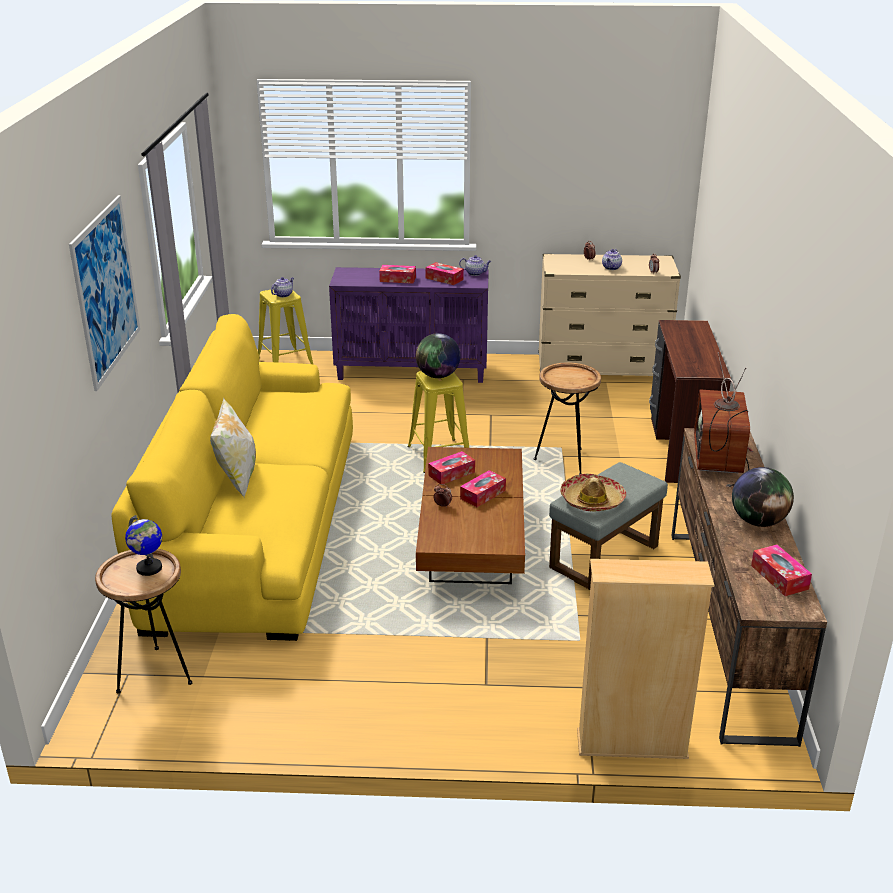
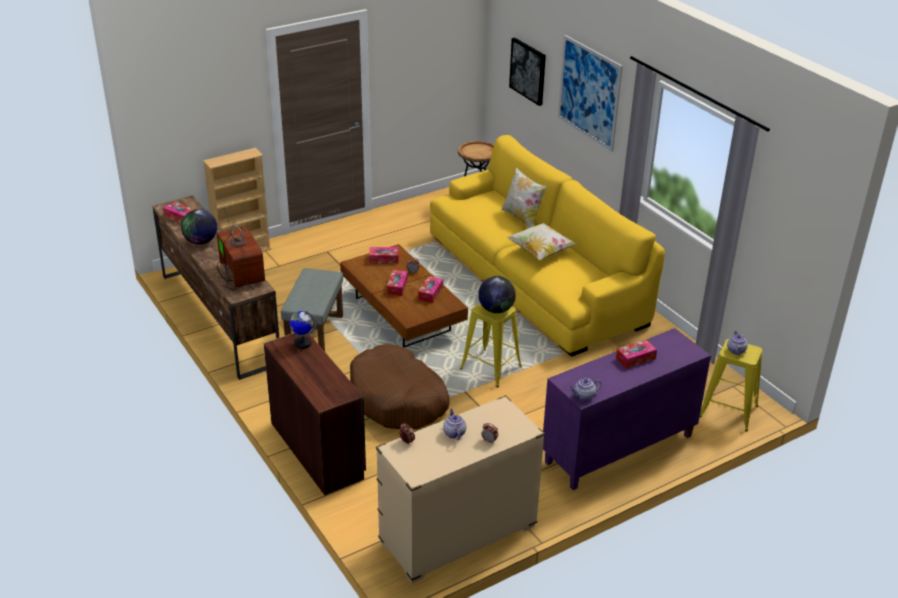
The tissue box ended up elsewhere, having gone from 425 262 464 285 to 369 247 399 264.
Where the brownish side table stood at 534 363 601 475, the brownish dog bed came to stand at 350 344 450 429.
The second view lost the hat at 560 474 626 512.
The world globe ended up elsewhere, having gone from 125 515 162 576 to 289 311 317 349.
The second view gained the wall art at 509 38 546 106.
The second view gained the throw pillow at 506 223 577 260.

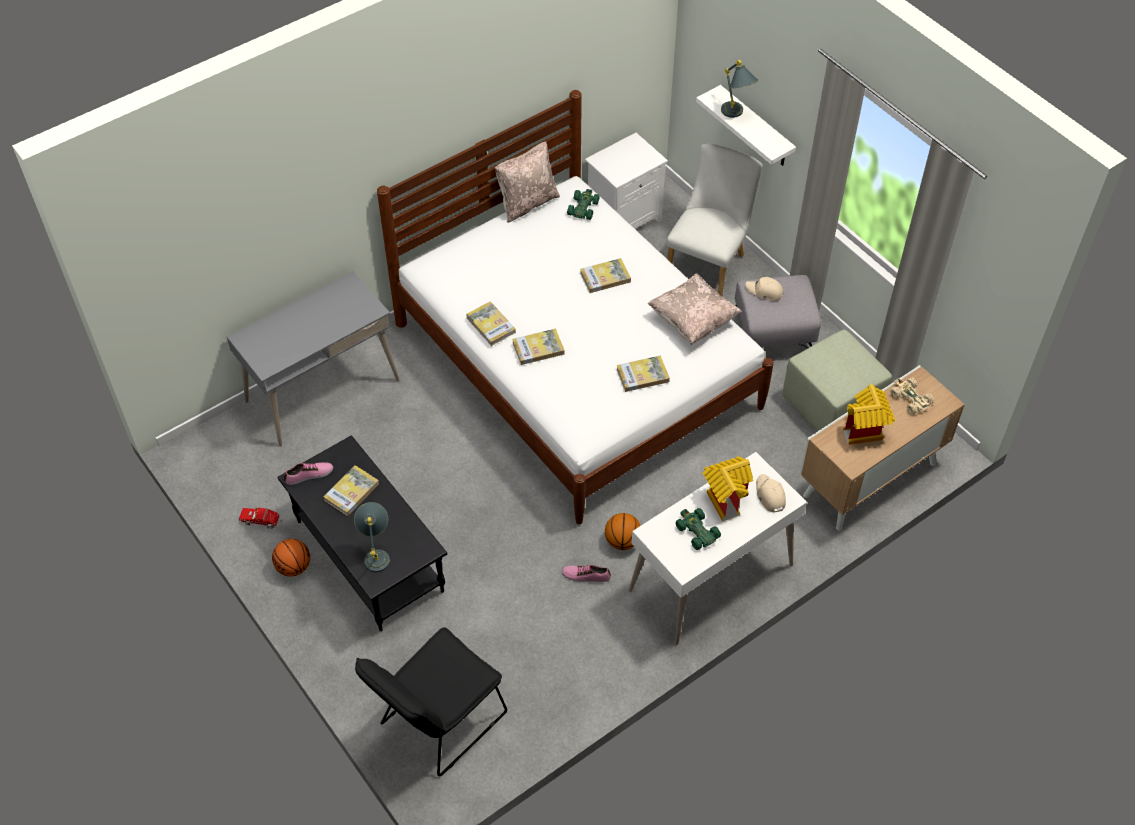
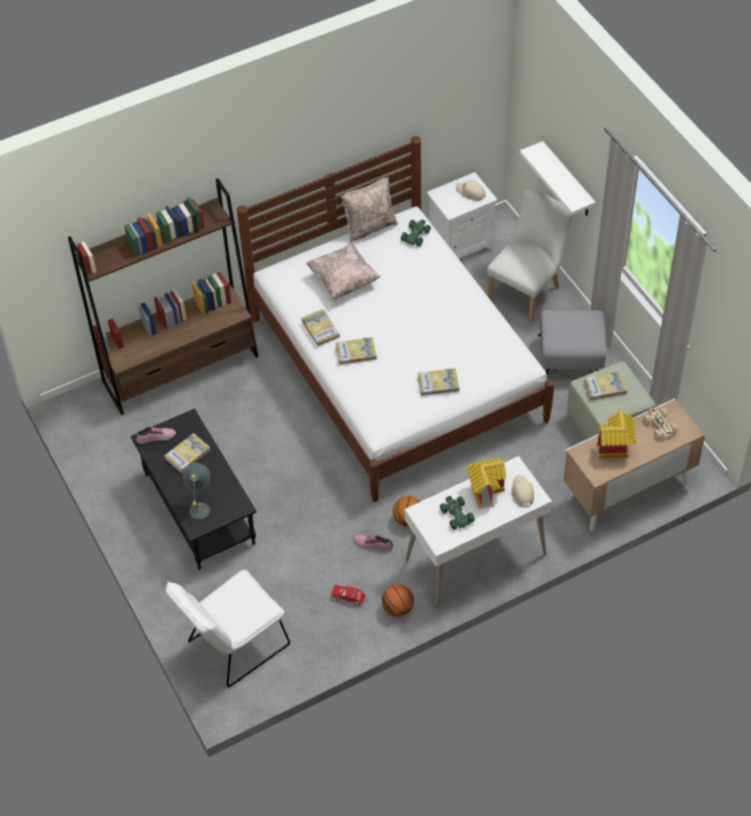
The second view lost the greyish lamp for a table at 721 60 759 118.
The bound book ended up elsewhere, having gone from 580 258 631 293 to 584 371 627 400.
Where the greyish desk stood at 226 271 400 446, the brownish shelving unit came to stand at 68 178 258 415.
The sand-coloured throw pillow ended up elsewhere, having gone from 648 273 742 345 to 306 243 380 300.
The sand-coloured peaked cap ended up elsewhere, having gone from 746 277 784 301 to 456 180 486 201.
The toy truck ended up elsewhere, having gone from 239 508 282 529 to 331 585 368 606.
The ball for basketball ended up elsewhere, having gone from 272 539 310 576 to 382 585 414 617.
What was the blackish plain chair at 355 628 507 776 turned into the white plain chair at 166 569 290 687.

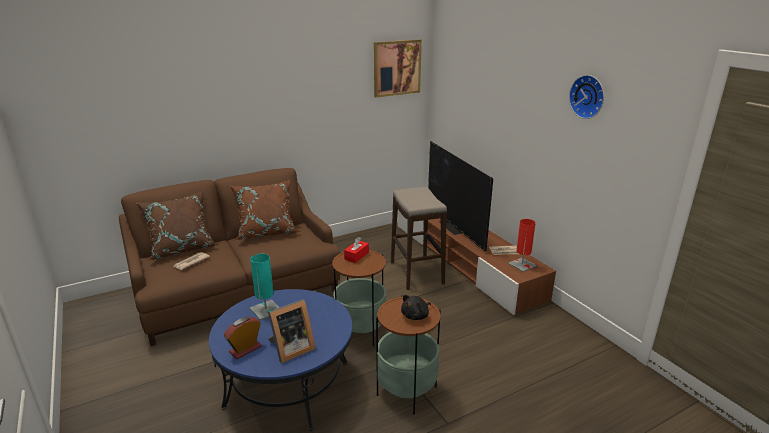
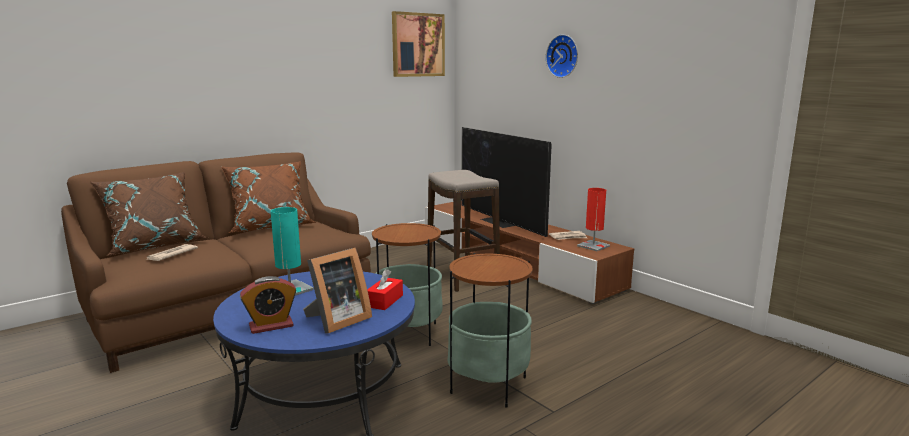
The hanging clock ended up elsewhere, having gone from 569 75 604 119 to 546 34 578 78.
The red tissue box ended up elsewhere, having gone from 344 237 369 263 to 367 269 403 310.
The second view lost the blackish cuddly toy at 401 295 431 320.
The alarm clock at 224 317 261 359 ended up facing another way, 150 degrees counterclockwise from before.

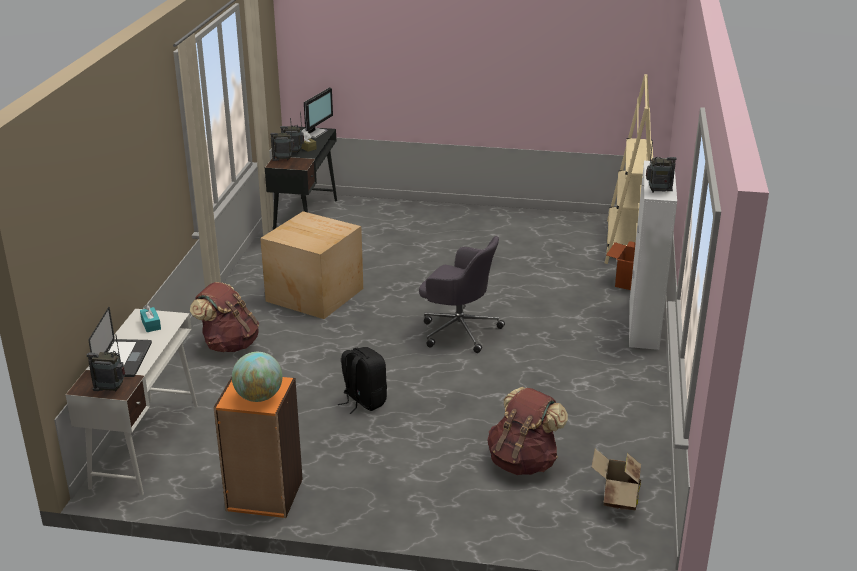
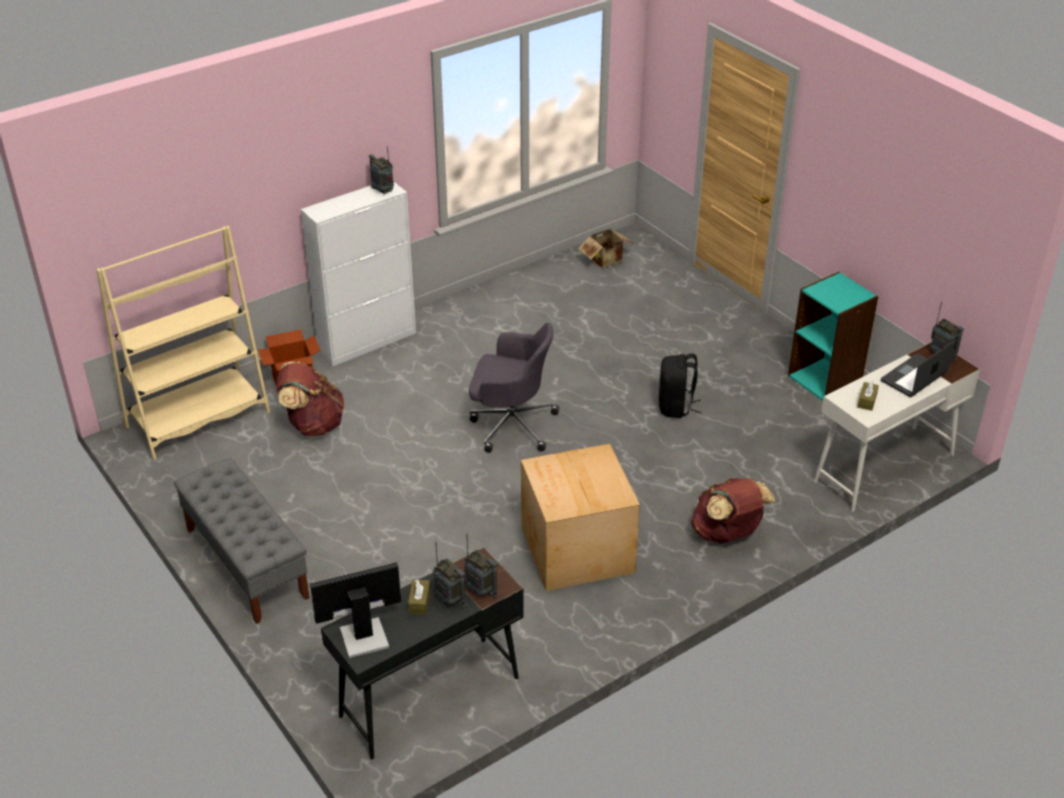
The greyish office chair at 419 236 505 353 ended up facing another way, 120 degrees clockwise from before.
What was the turquoise tissue box at 140 305 161 332 turned into the brownish tissue box at 857 381 879 411.
The second view lost the world globe at 232 352 283 402.
What was the orangey shelving unit at 213 377 303 518 turned into the turquoise shelving unit at 788 272 879 401.
The brownish backpack ended up elsewhere, having gone from 487 387 568 475 to 276 362 344 436.
The second view gained the greyish long seat at 174 458 310 624.

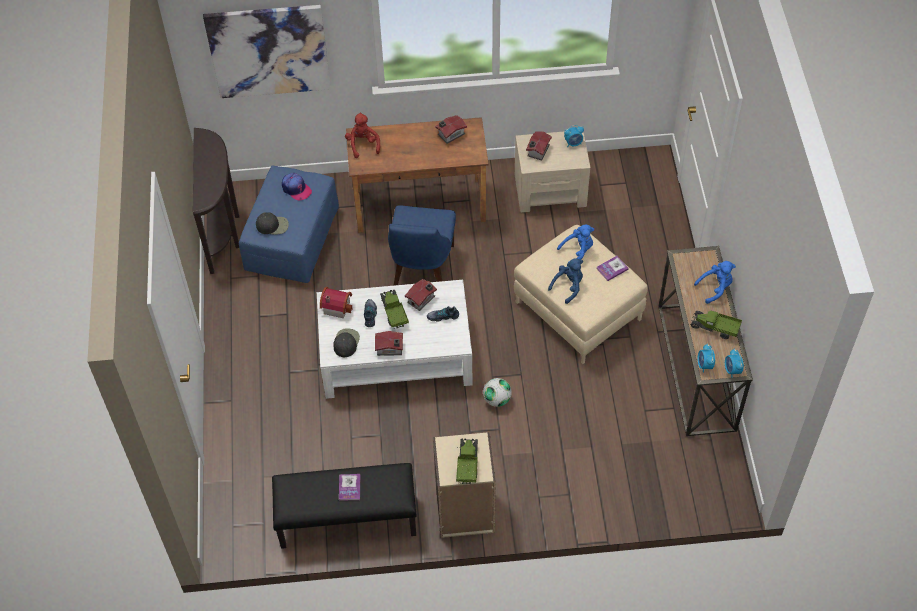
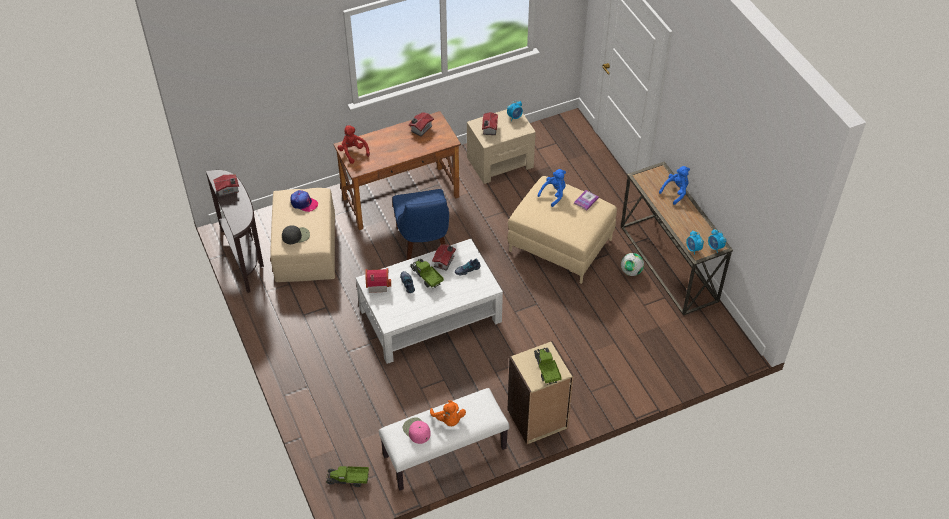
The second view lost the wall art at 203 5 331 98.
What was the blue ottoman at 239 165 339 283 turned into the sand-coloured ottoman at 271 188 335 282.
The second view lost the blue cuddly toy at 548 258 583 304.
The toy truck ended up elsewhere, having gone from 691 311 742 339 to 326 466 369 487.
The second view lost the blackish peaked cap at 333 328 360 357.
The miniature house ended up elsewhere, having gone from 375 331 403 356 to 213 174 239 197.
The ball for football ended up elsewhere, having gone from 483 378 512 407 to 621 253 644 276.
What was the blackish long seat at 272 463 417 549 turned into the white long seat at 379 388 509 490.
Where the bound book stood at 339 474 360 501, the orangey cuddly toy came to stand at 430 400 466 426.
The second view gained the pink-coloured peaked cap at 403 417 431 444.

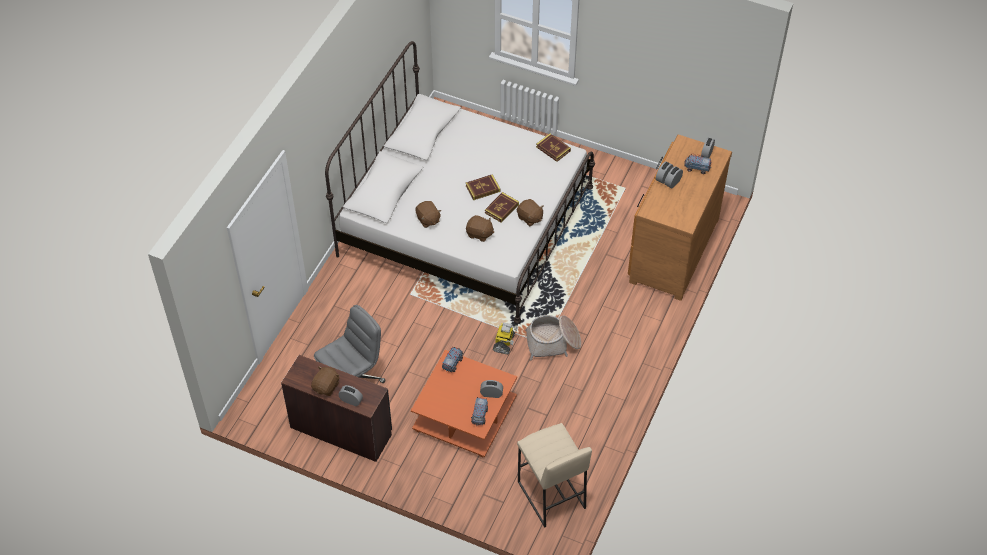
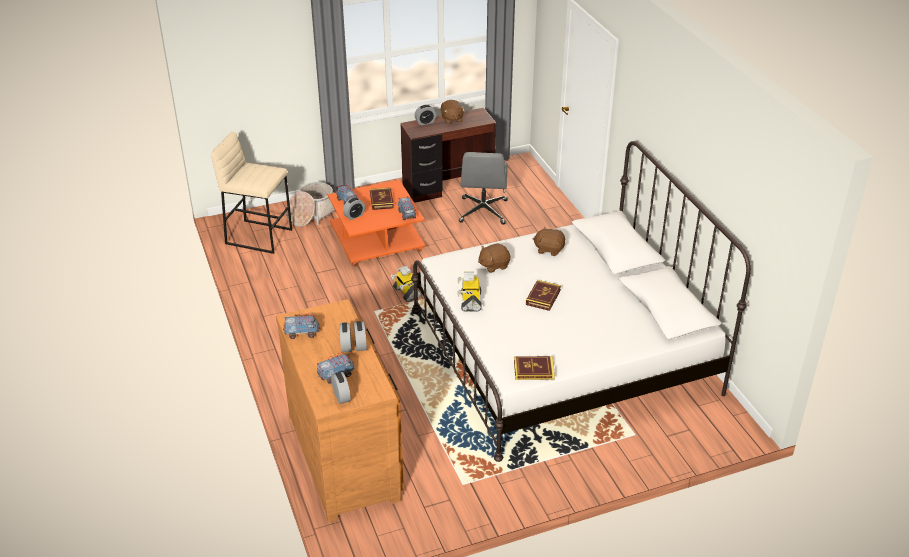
The bound book ended up elsewhere, having gone from 485 192 519 223 to 370 187 394 210.
Where the brownish cuddly toy stood at 517 199 543 226, the toy robot came to stand at 457 271 482 312.
The storage basket ended up elsewhere, having gone from 525 315 581 360 to 286 182 335 227.
The second view gained the toy truck at 283 313 320 339.

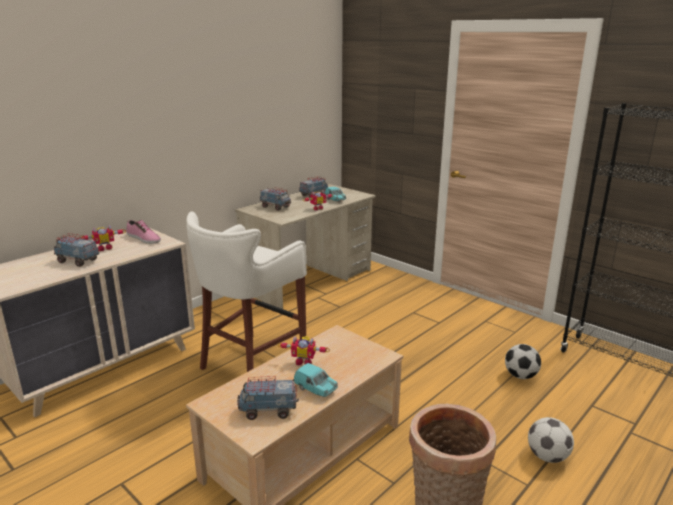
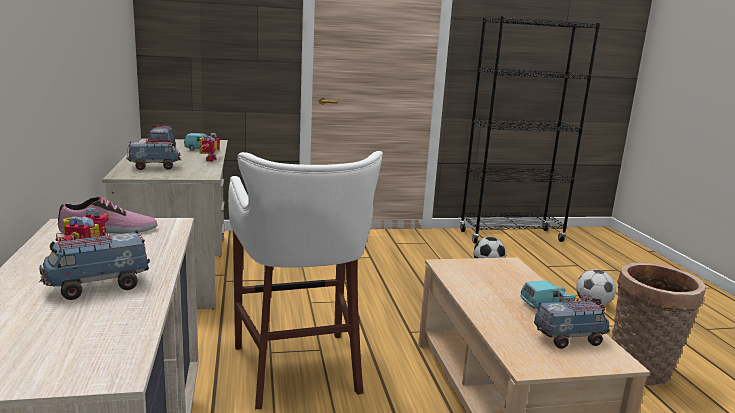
The second view lost the toy robot at 277 336 330 365.
The toy truck at 237 376 299 420 ended up facing another way, 135 degrees counterclockwise from before.

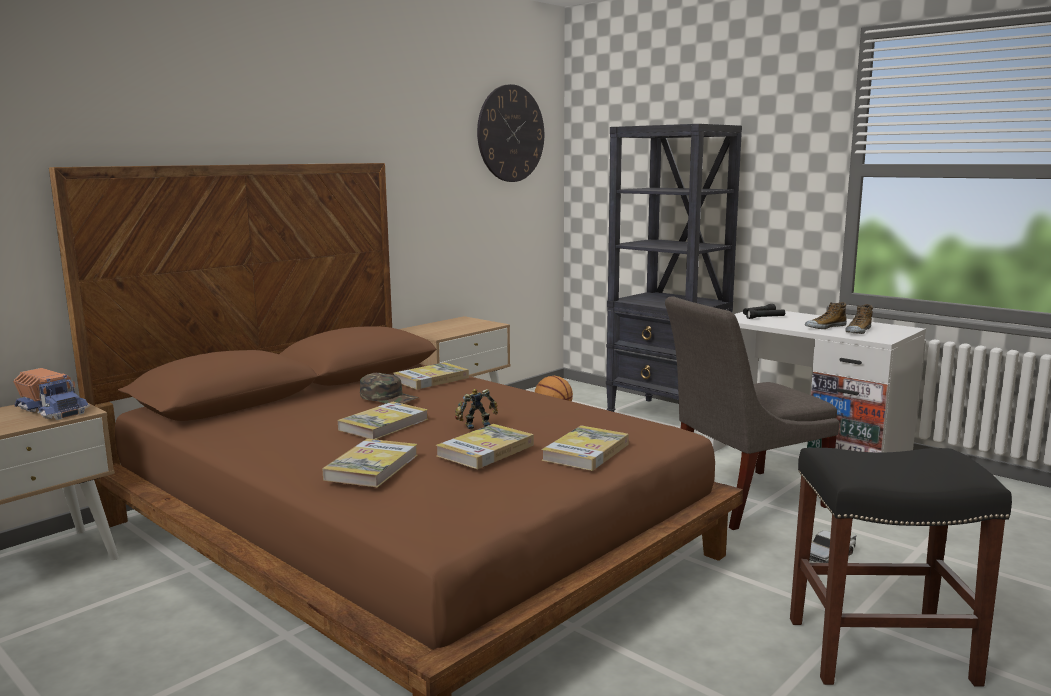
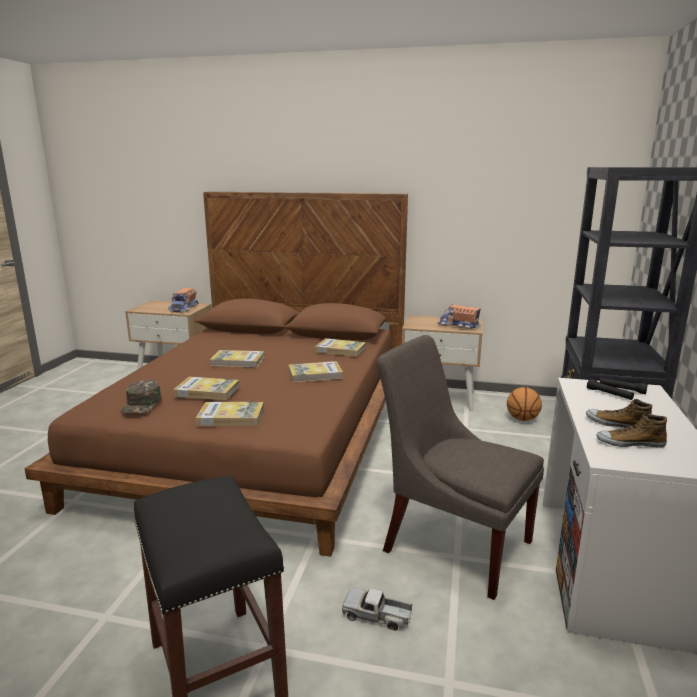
The second view lost the hanging clock at 477 84 544 182.
The green peaked cap ended up elsewhere, having gone from 360 373 419 404 to 120 379 161 413.
The second view lost the toy robot at 455 389 498 429.
The bound book ended up elsewhere, having gone from 322 439 418 487 to 289 361 343 382.
The second view gained the toy truck at 438 304 481 329.

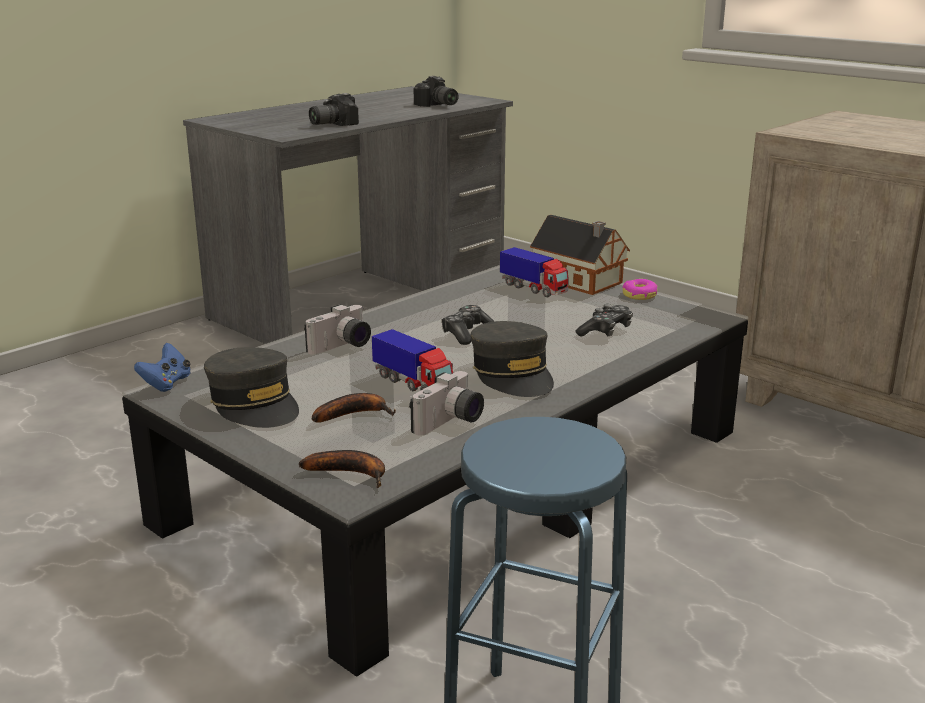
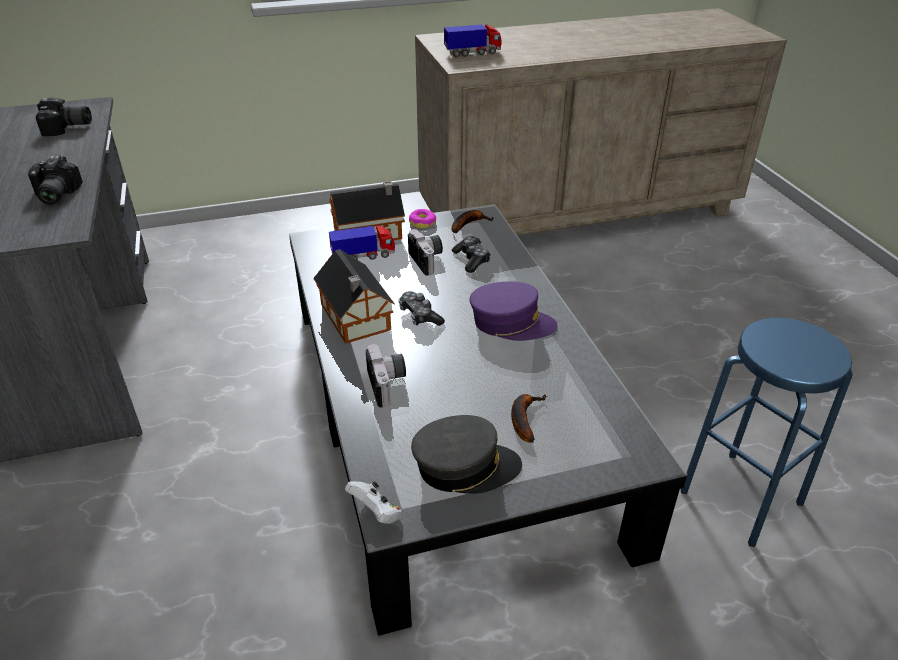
What was the greyish peaked cap at 470 321 554 397 turned into the purple-coloured peaked cap at 470 282 557 341.
The toy truck ended up elsewhere, having gone from 372 329 453 391 to 444 24 501 57.
What was the blue game controller at 134 343 191 392 turned into the white game controller at 345 481 402 524.
The still camera ended up elsewhere, having gone from 409 371 484 436 to 408 229 443 275.
The banana ended up elsewhere, having gone from 299 450 385 488 to 451 210 494 233.
The second view gained the miniature house at 314 249 395 344.

